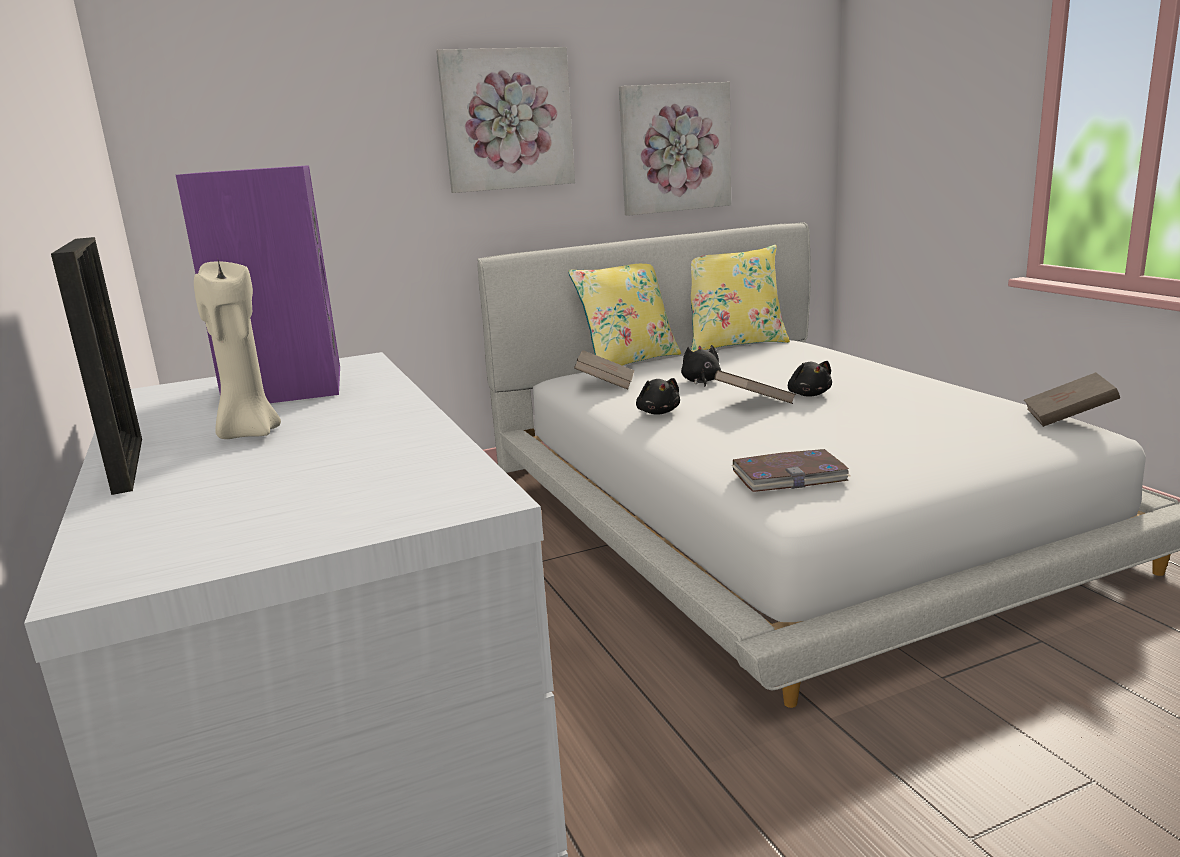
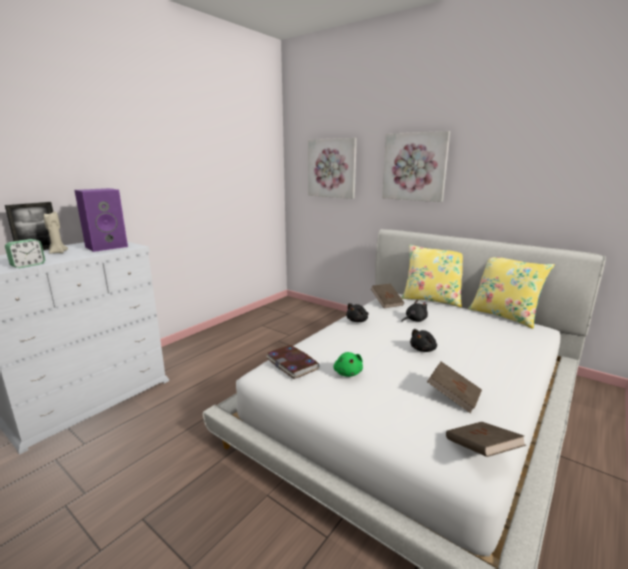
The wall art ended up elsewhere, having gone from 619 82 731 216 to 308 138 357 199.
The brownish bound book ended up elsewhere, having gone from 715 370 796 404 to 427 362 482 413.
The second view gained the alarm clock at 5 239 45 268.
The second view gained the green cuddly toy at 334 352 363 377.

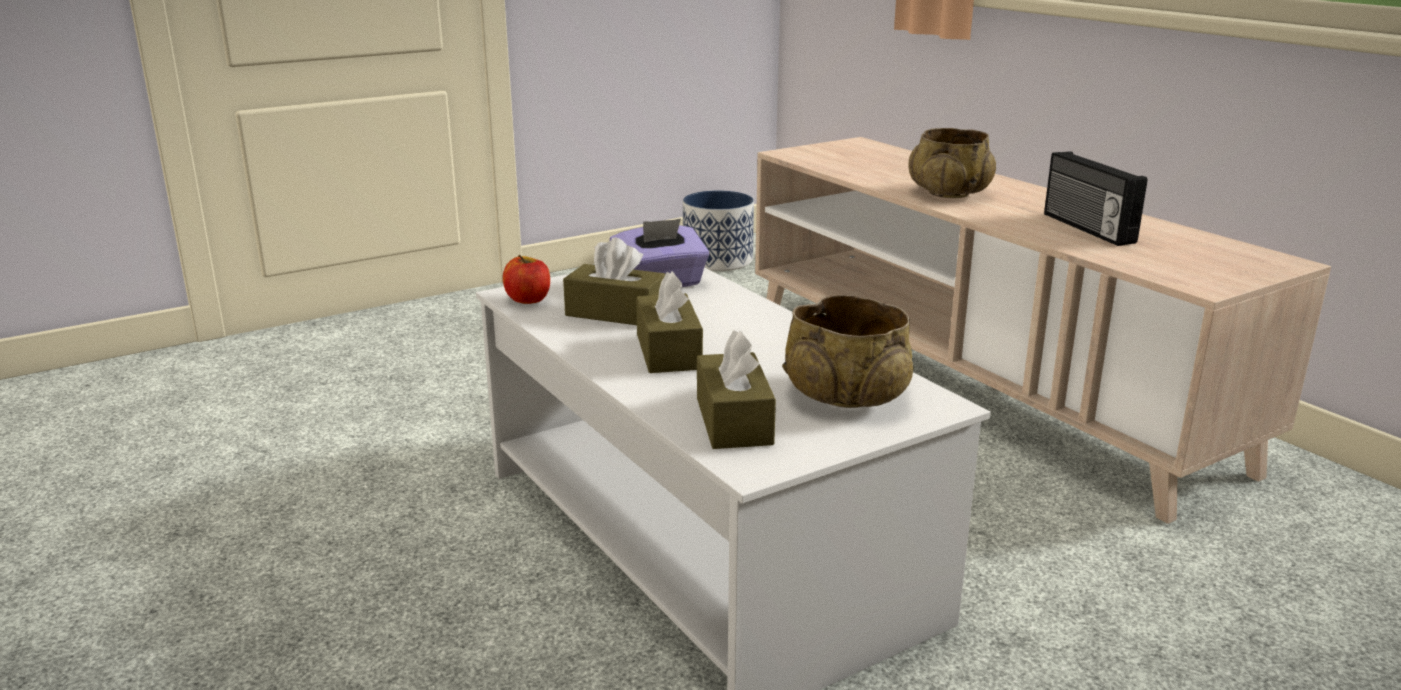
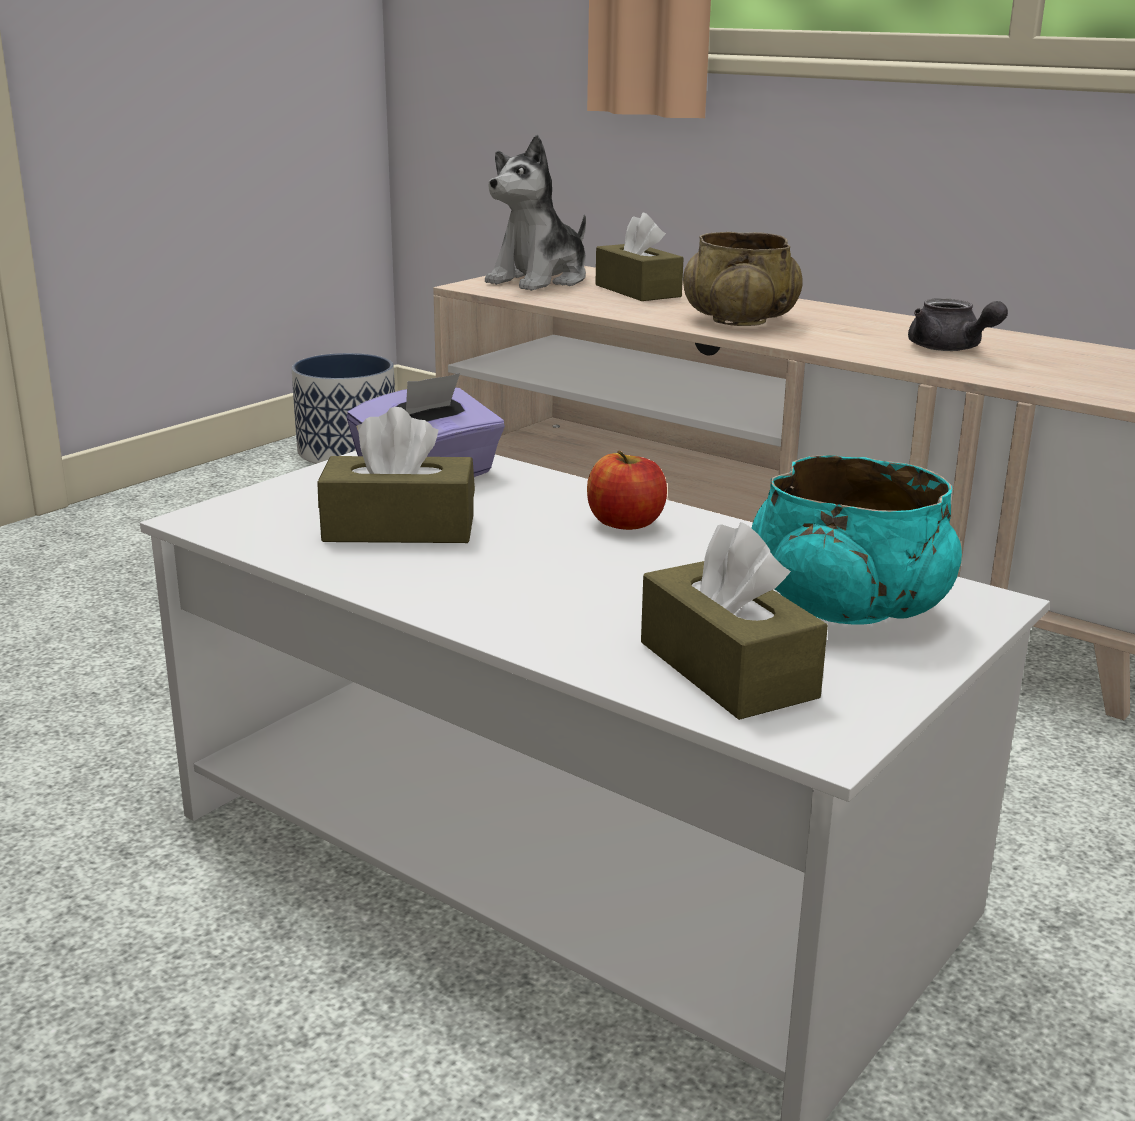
Where the radio stood at 1044 151 1147 246, the greyish tea pot came to stand at 908 298 1008 351.
The whole apple ended up elsewhere, having gone from 503 255 550 304 to 587 451 667 530.
The brownish tissue box ended up elsewhere, having gone from 636 271 703 373 to 595 212 684 301.
What was the sand-coloured bowl at 782 295 913 408 turned into the turquoise bowl at 752 455 962 625.
The second view gained the cuddly toy at 485 135 586 291.

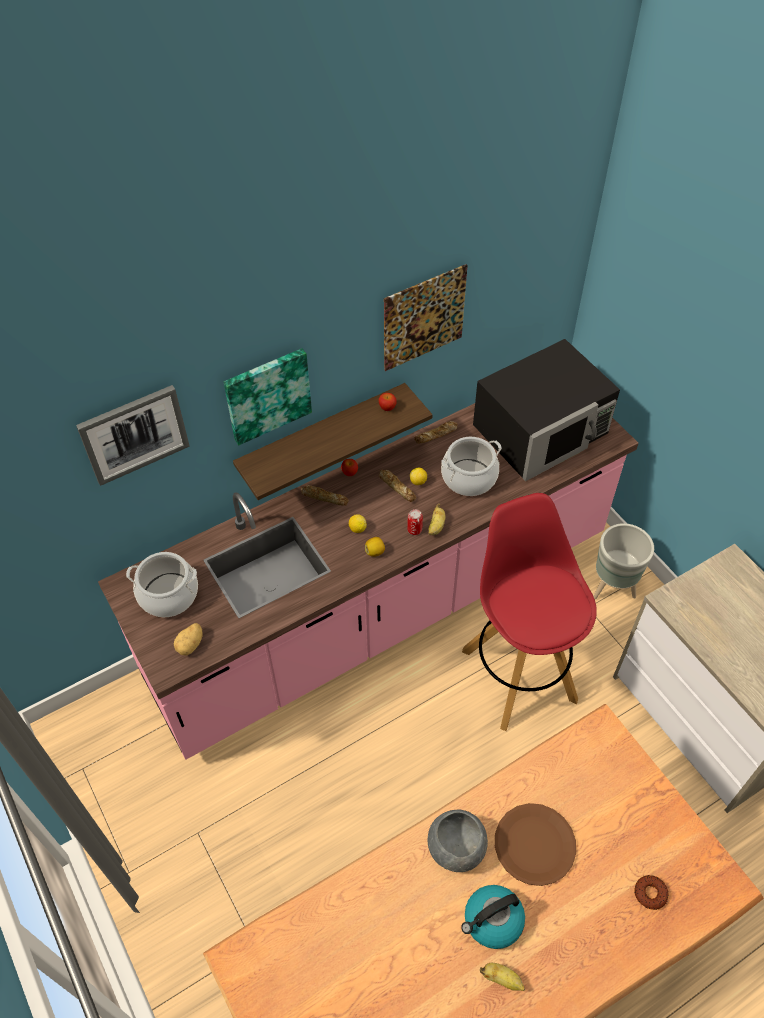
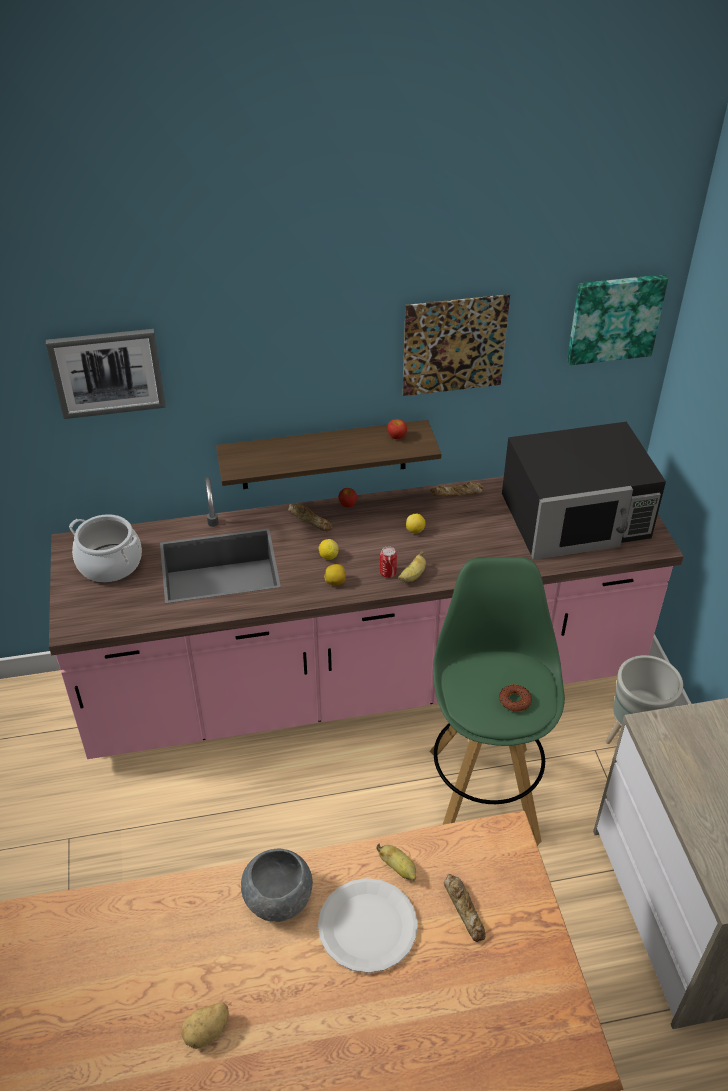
The wall art ended up elsewhere, having gone from 224 348 312 445 to 567 275 668 365.
The second view lost the stockpot at 441 437 502 496.
The baked bread ended up elsewhere, having gone from 379 470 416 502 to 444 874 486 942.
What was the red stool at 462 493 597 731 turned into the green stool at 429 557 565 846.
The spud ended up elsewhere, having gone from 174 623 203 655 to 181 1003 229 1049.
What was the brownish flat dish at 495 803 576 886 turned into the white flat dish at 318 878 418 973.
The ring doughnut ended up elsewhere, having gone from 634 875 669 910 to 499 684 532 712.
The second view lost the water kettle at 461 885 525 949.
The banana ended up elsewhere, having gone from 480 963 525 991 to 376 844 416 881.

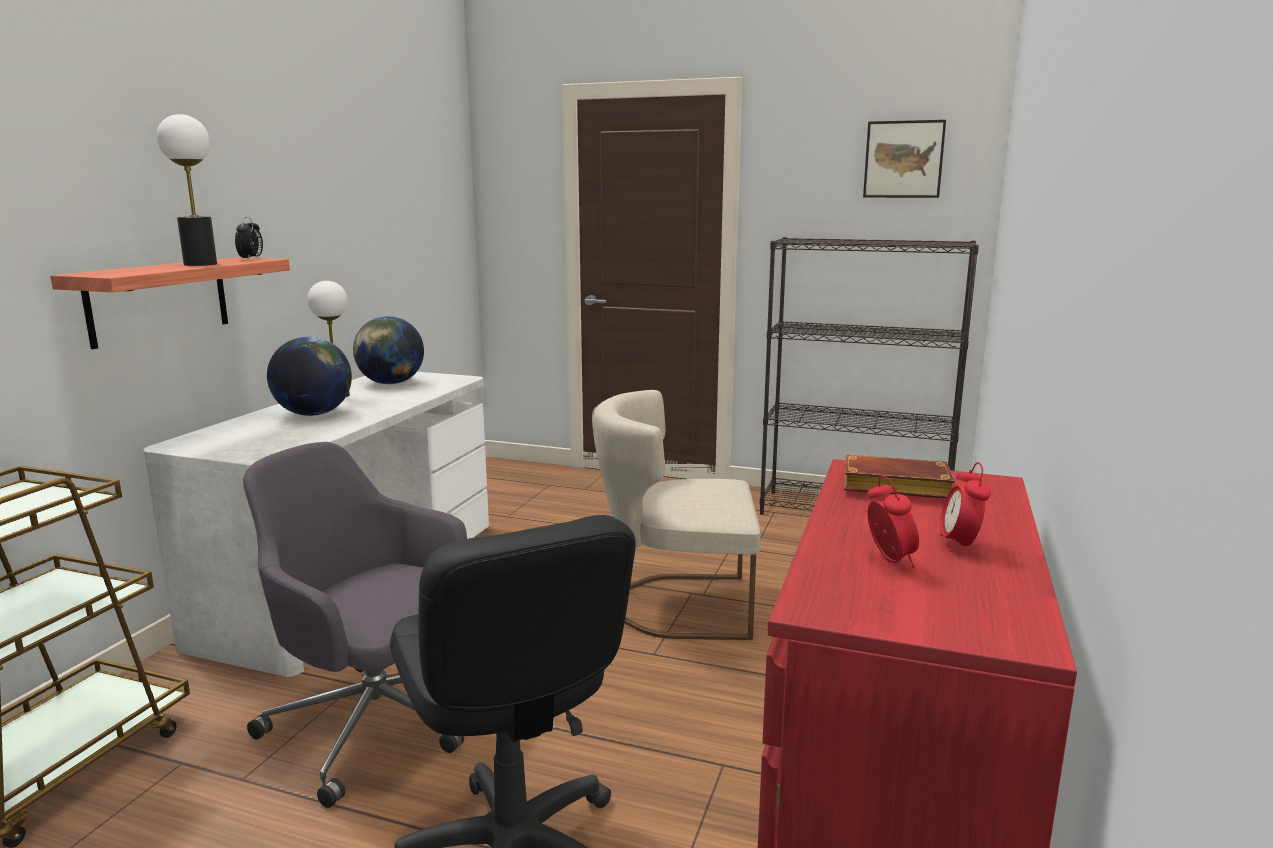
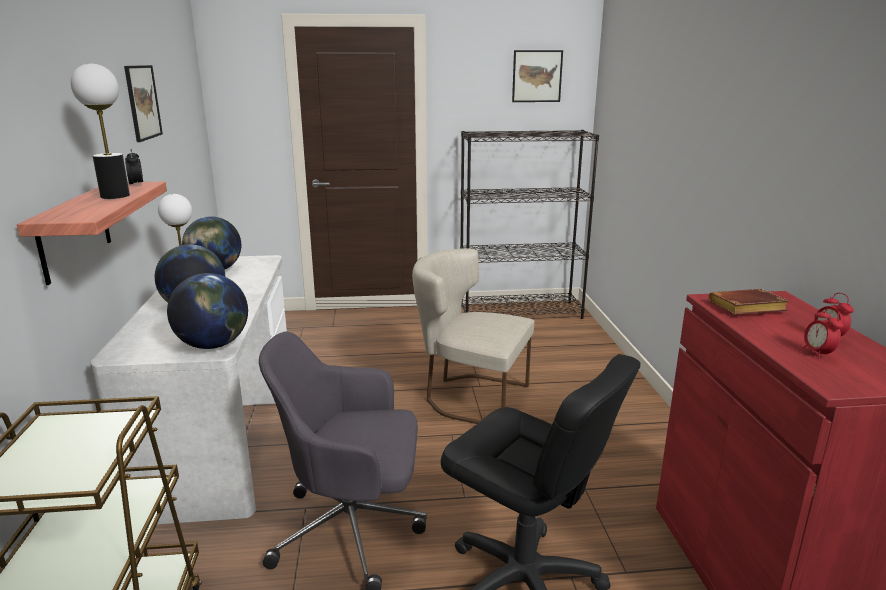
The sand-coloured plain chair at 592 390 760 640 ended up facing another way, 45 degrees clockwise from before.
The alarm clock at 867 475 919 568 ended up facing another way, 150 degrees counterclockwise from before.
The second view gained the wall art at 124 65 163 142.
The second view gained the world globe at 167 273 248 349.

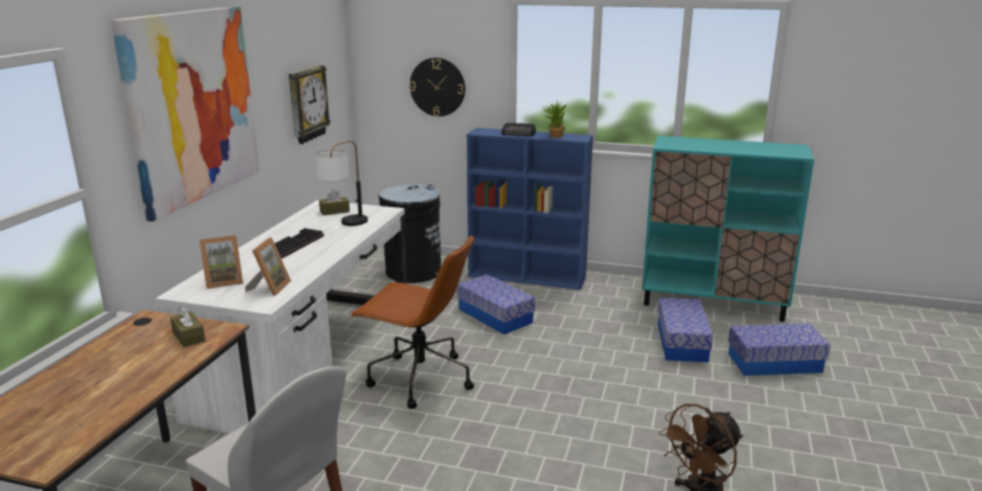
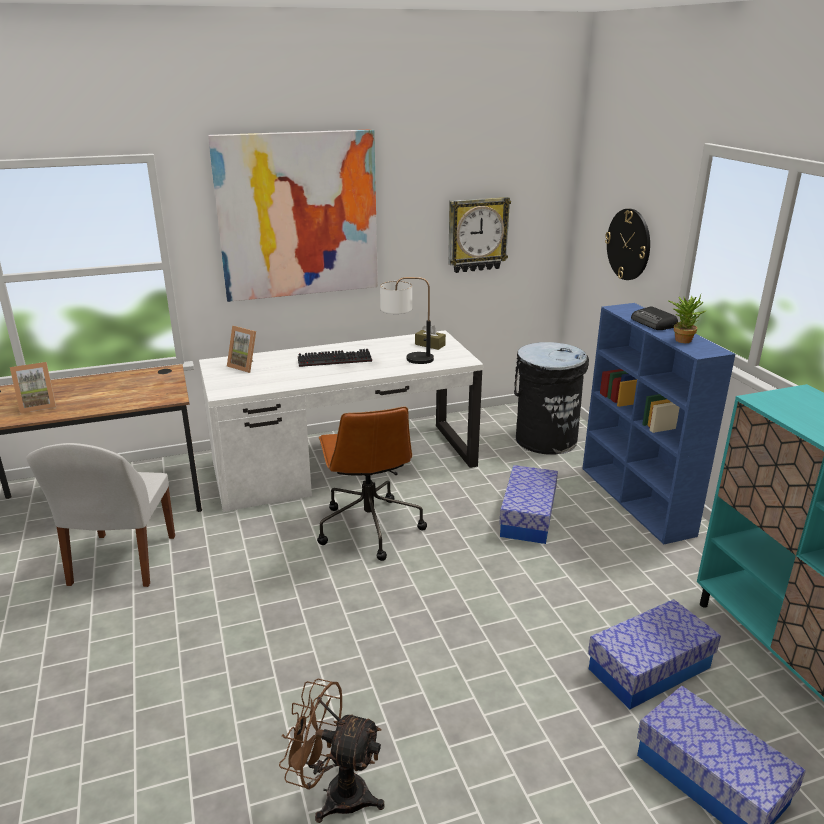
The photo frame ended up elsewhere, having gone from 245 237 291 296 to 10 362 56 413.
The second view lost the brownish tissue box at 170 306 205 347.

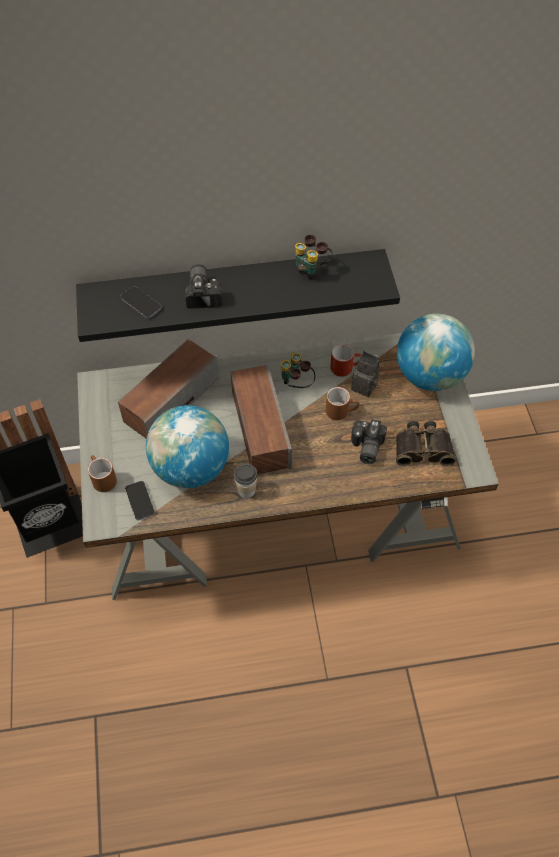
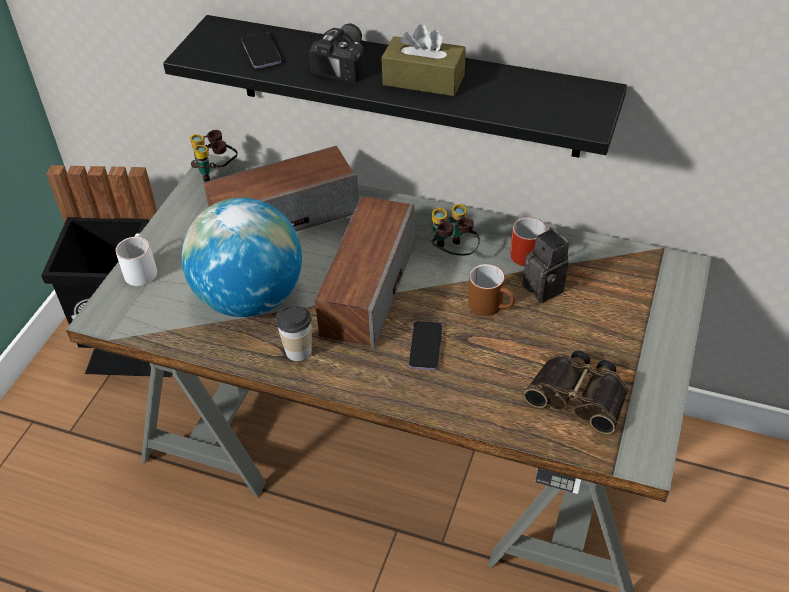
The pair of binoculars ended up elsewhere, having gone from 295 235 332 280 to 190 130 238 182.
The second view lost the world globe at 397 314 475 391.
The second view lost the still camera at 351 419 387 464.
What was the brownish tea mug at 88 455 117 492 turned into the white tea mug at 115 233 157 286.
The telephone ended up elsewhere, having gone from 125 481 155 520 to 409 321 442 370.
The second view gained the brownish tissue box at 381 24 465 96.

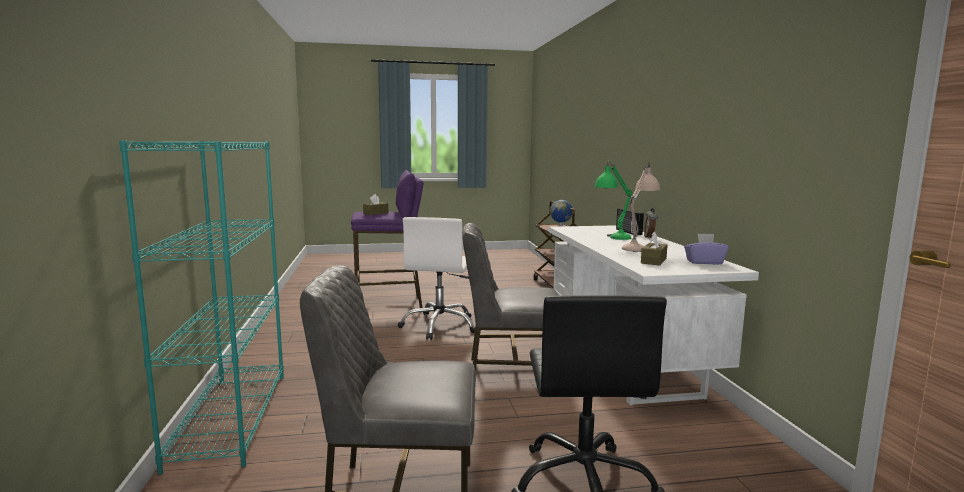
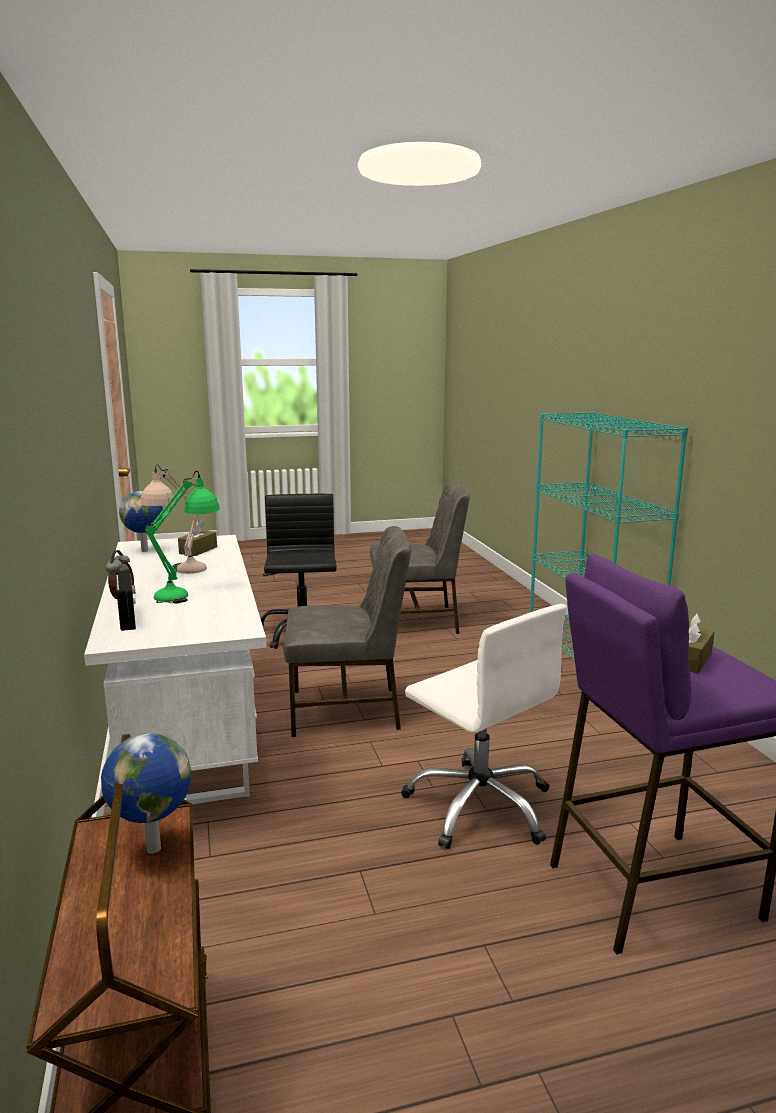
The white office chair at 398 217 475 340 ended up facing another way, 135 degrees clockwise from before.
Where the purple-coloured tissue box stood at 684 233 729 265, the world globe came to stand at 119 491 163 552.

